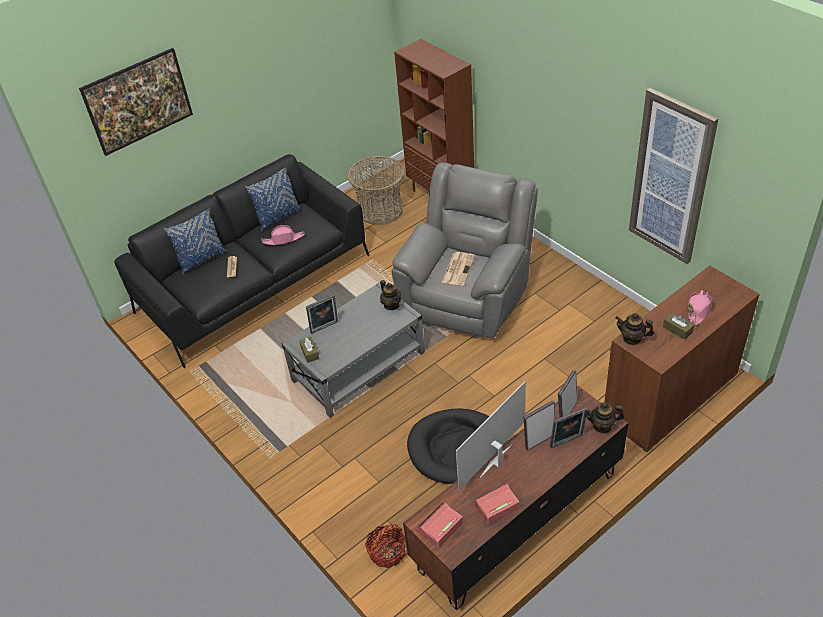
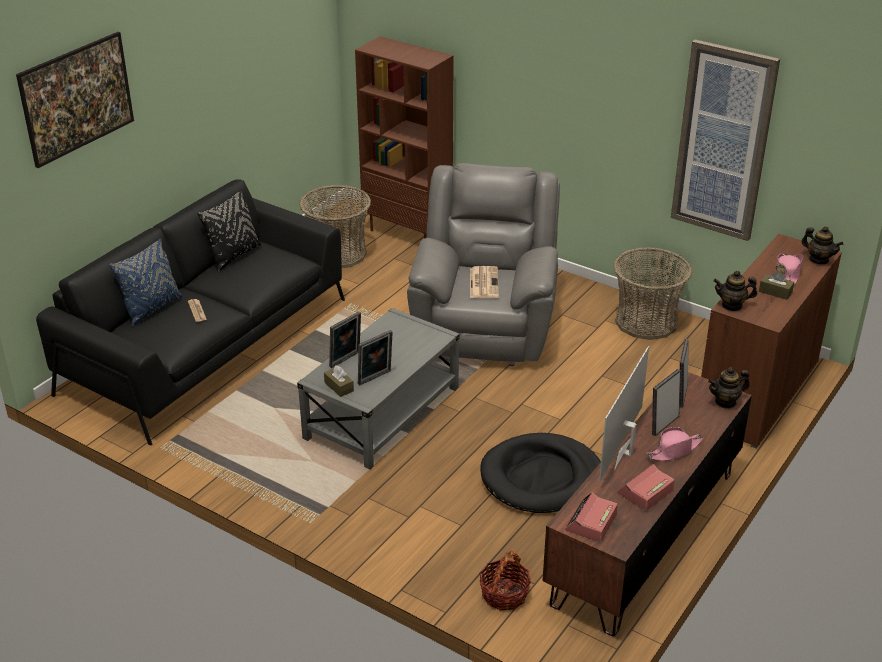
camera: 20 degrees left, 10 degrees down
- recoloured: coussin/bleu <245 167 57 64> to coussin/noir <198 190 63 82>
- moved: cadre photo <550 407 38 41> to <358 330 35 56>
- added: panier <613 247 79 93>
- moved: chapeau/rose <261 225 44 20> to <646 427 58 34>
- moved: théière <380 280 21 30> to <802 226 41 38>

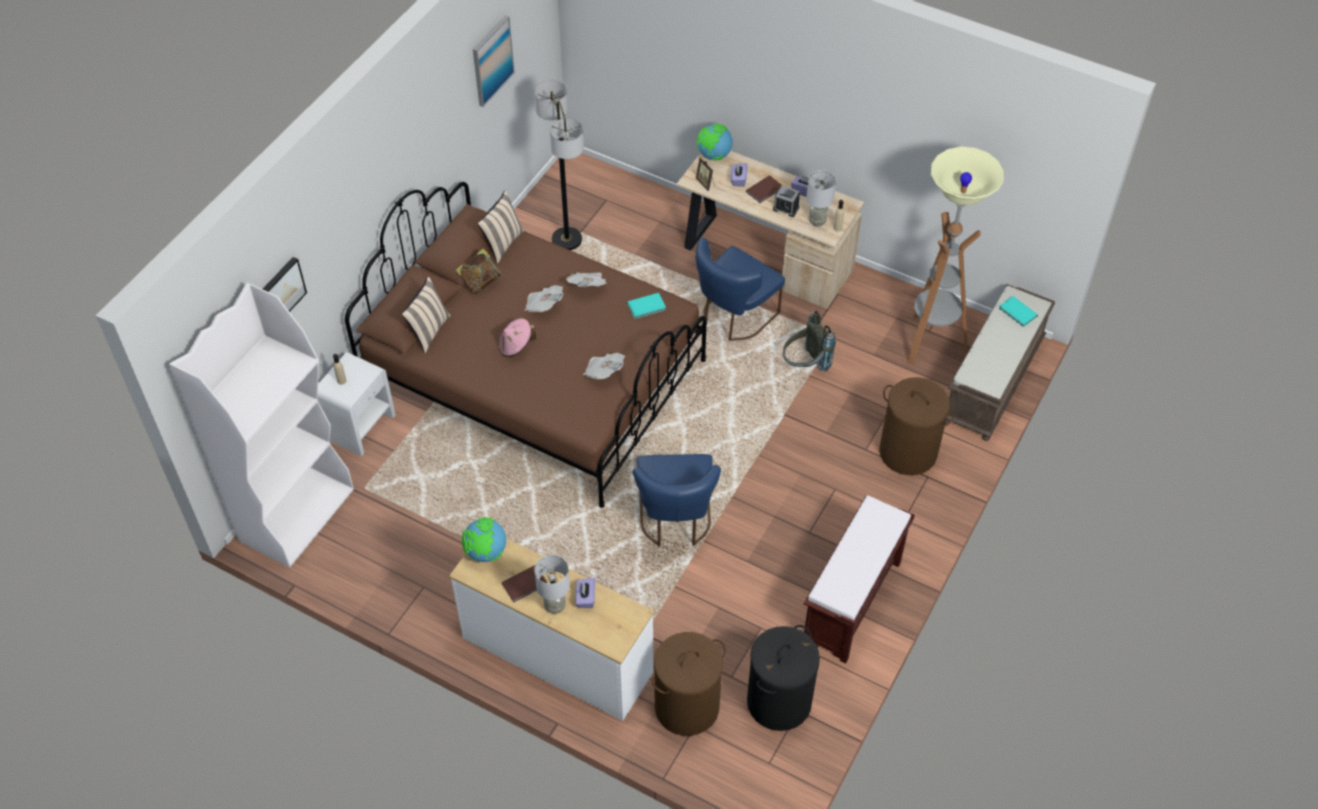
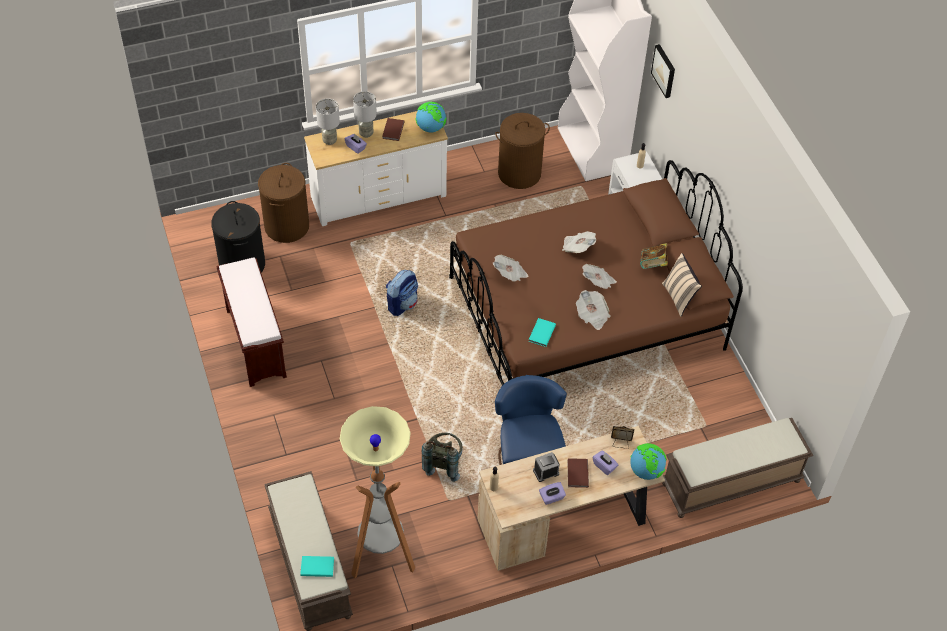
camera: 130 degrees right, 0 degrees up
- moved: lampe de table/gris <806 170 30 57> to <316 99 24 46>
- replaced: chaise/bleu <633 454 88 93> to sac à dos <386 270 32 46>
- moved: panier à linge/marron <879 377 75 98> to <495 113 55 76>
- replaced: chapeau/rose <499 319 37 38> to journal <562 231 34 22>
- added: banc/marron <662 418 151 100>
- removed: coussin/beige <402 277 49 76>
- removed: tableau <473 15 42 92>
- removed: lampadaire <534 80 50 170>

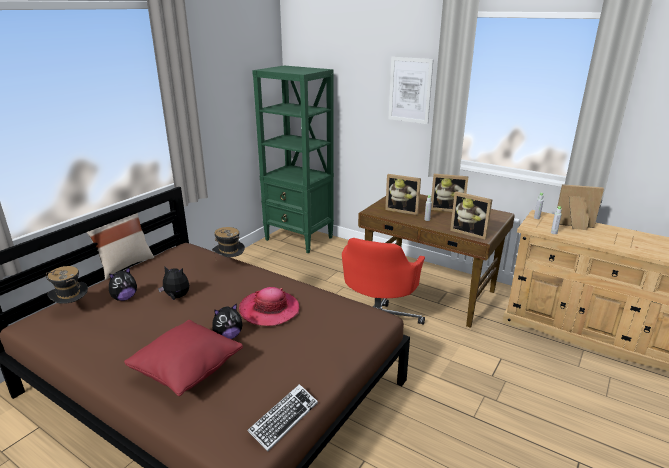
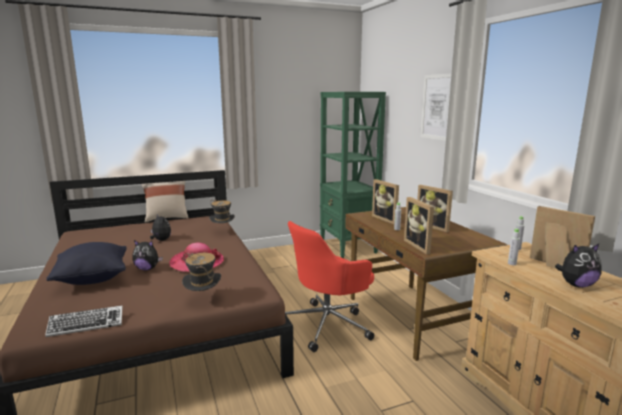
camera: 35 degrees right, 10 degrees down
- recoloured: coussin/rouge <124 320 119 76> to coussin/noir <46 242 81 43>
- moved: chapeau <46 266 42 38> to <182 253 39 39>
- moved: peluche <109 267 28 34> to <555 244 47 44>

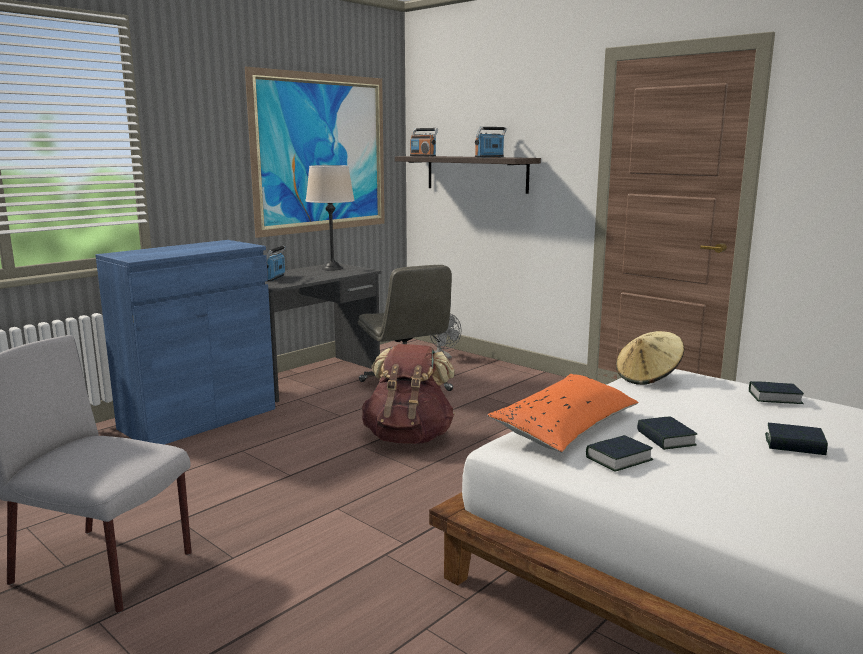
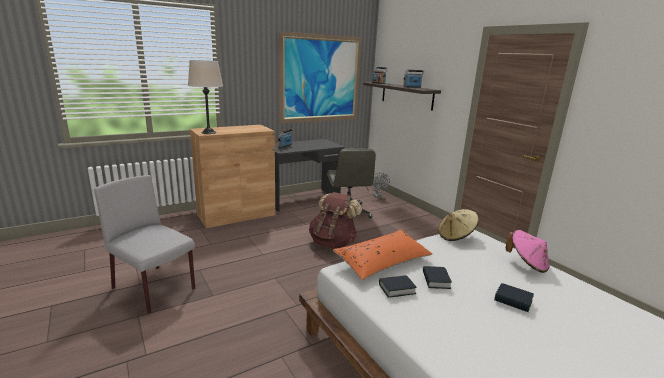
camera: 15 degrees right, 5 degrees up
- moved: lampe de table/beige <306 165 49 106> to <188 60 35 74>
- recoloured: meuble de rangement/bleu <96 240 179 205> to meuble de rangement/marron <190 125 85 103>
- replaced: livre <749 381 55 23> to chapeau/rose <506 230 43 43>

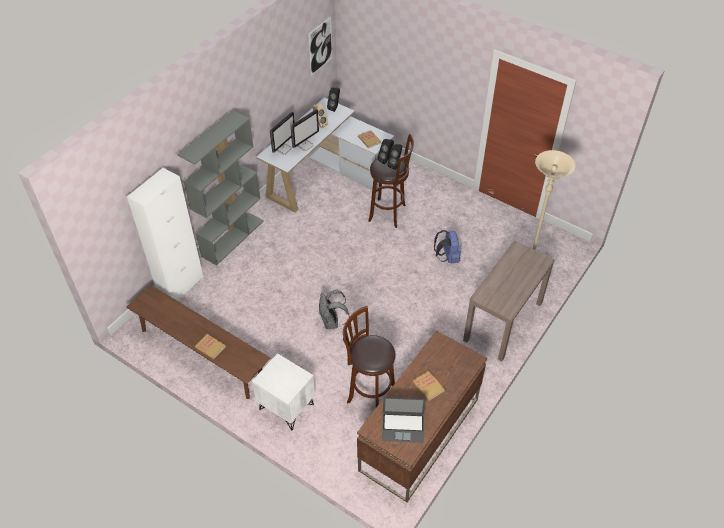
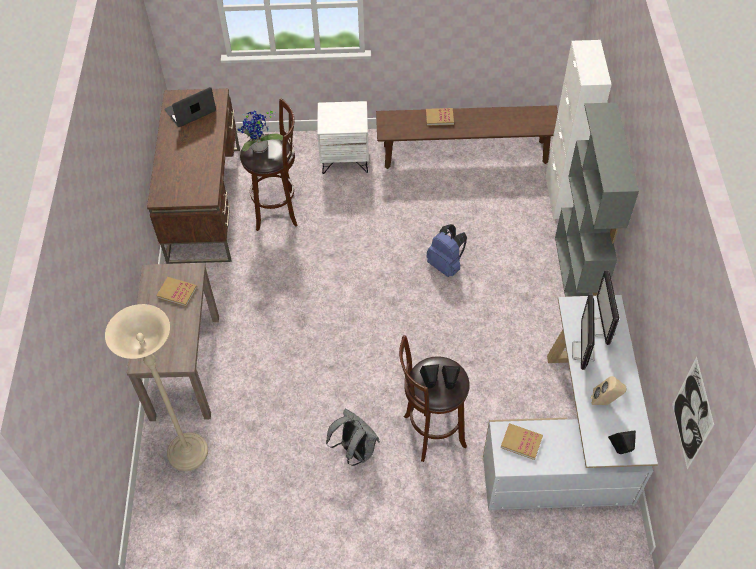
camera: 145 degrees right, 5 degrees up
- moved: livre <413 371 32 30> to <156 277 41 30>
- added: plante en pot <237 110 46 43>
- moved: sac à dos/gris <319 290 30 39> to <326 409 54 57>
- moved: sac à dos/bleu <434 230 27 33> to <426 224 41 53>

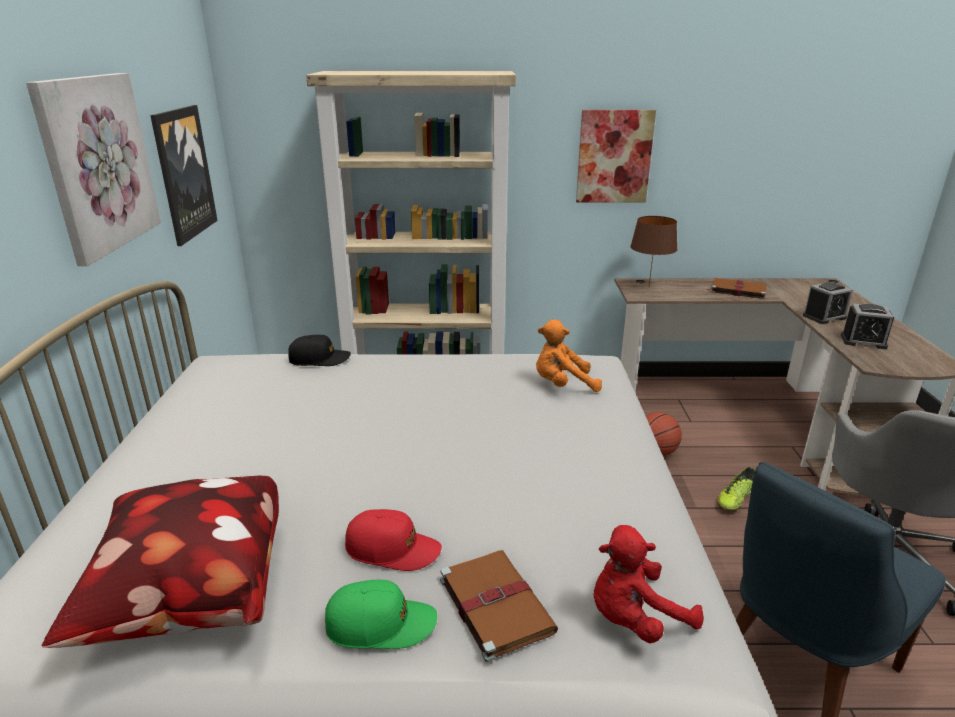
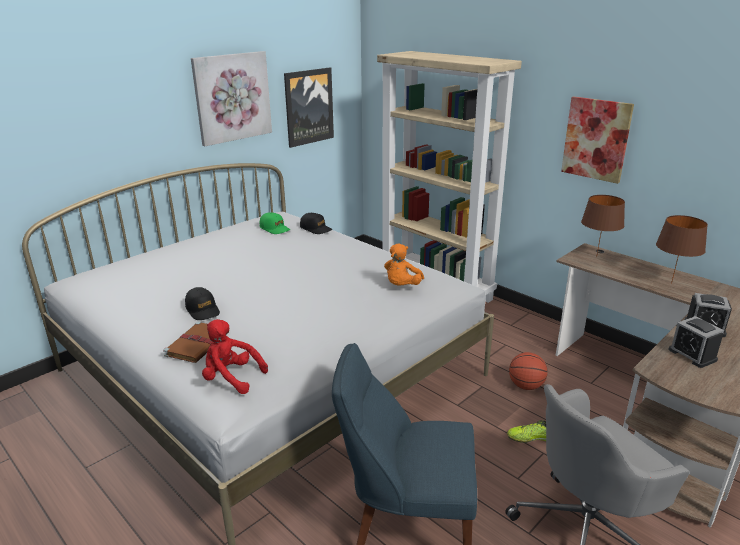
camera: 45 degrees right, 0 degrees up
- recoloured: casquette/rouge <345 509 97 62> to casquette/noir <185 287 35 33>
- moved: casquette/vert <325 580 112 69> to <260 212 30 22>
- turned: peluche/orange <536 320 66 72> = <384 243 40 43> 105 degrees counterclockwise
- replaced: livre/marron <708 278 59 22> to lampe de table/marron <656 215 52 69>
- removed: coussin <42 476 237 172>

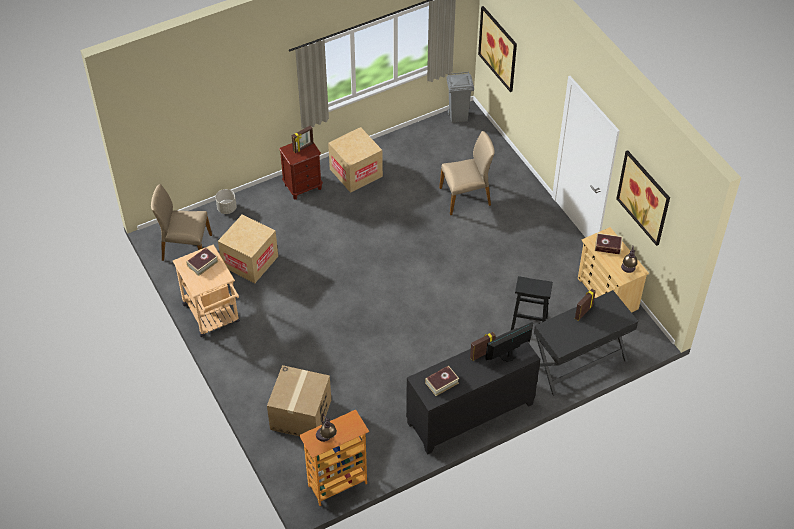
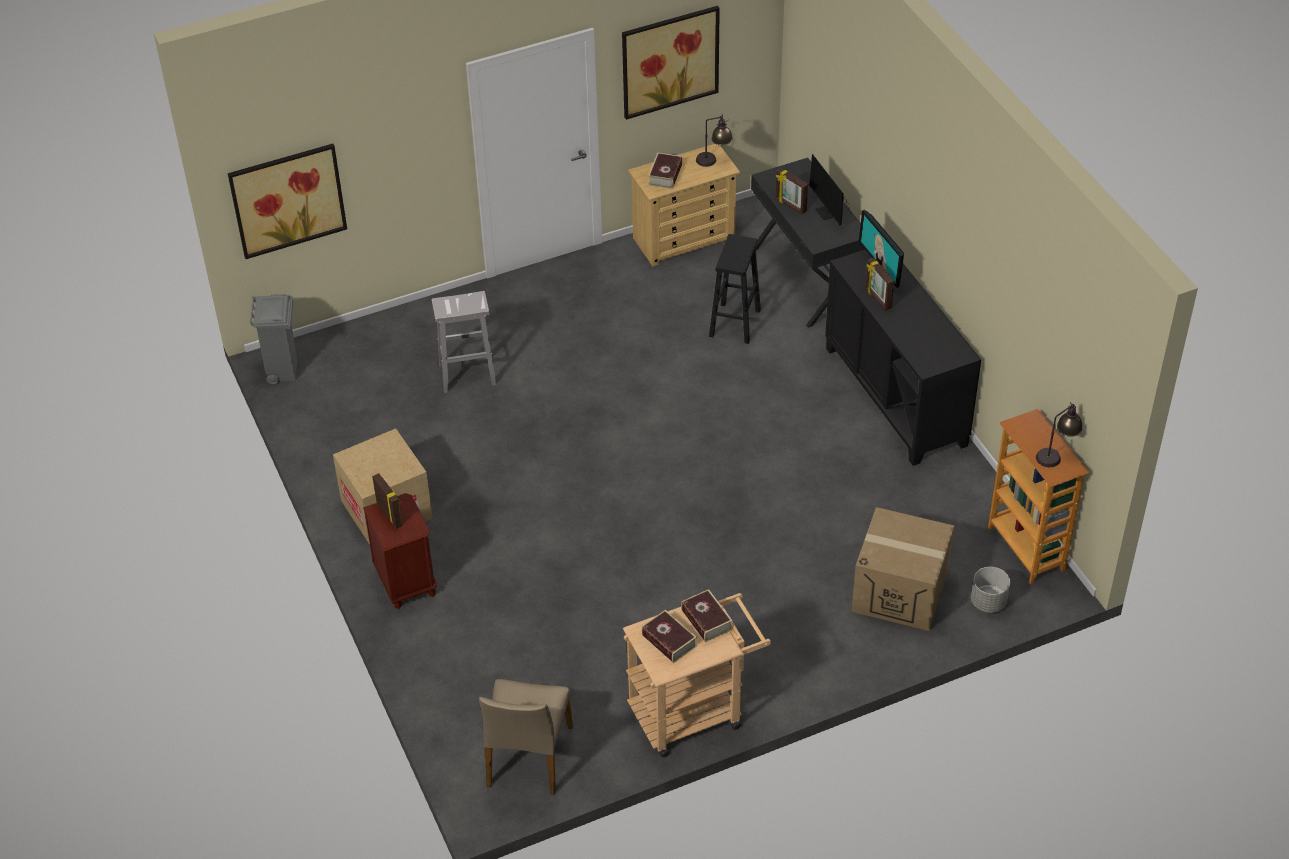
camera: 85 degrees left, 5 degrees down
- replaced: chaise/beige <439 131 56 84> to tabouret/blanc <432 291 65 102>
- moved: livre <425 366 34 30> to <681 589 51 53>
- added: écran d'ordinateur <809 154 41 71>
- moved: cache-pot/gris <215 189 22 25> to <971 567 39 46>
- removed: carton <218 214 60 69>

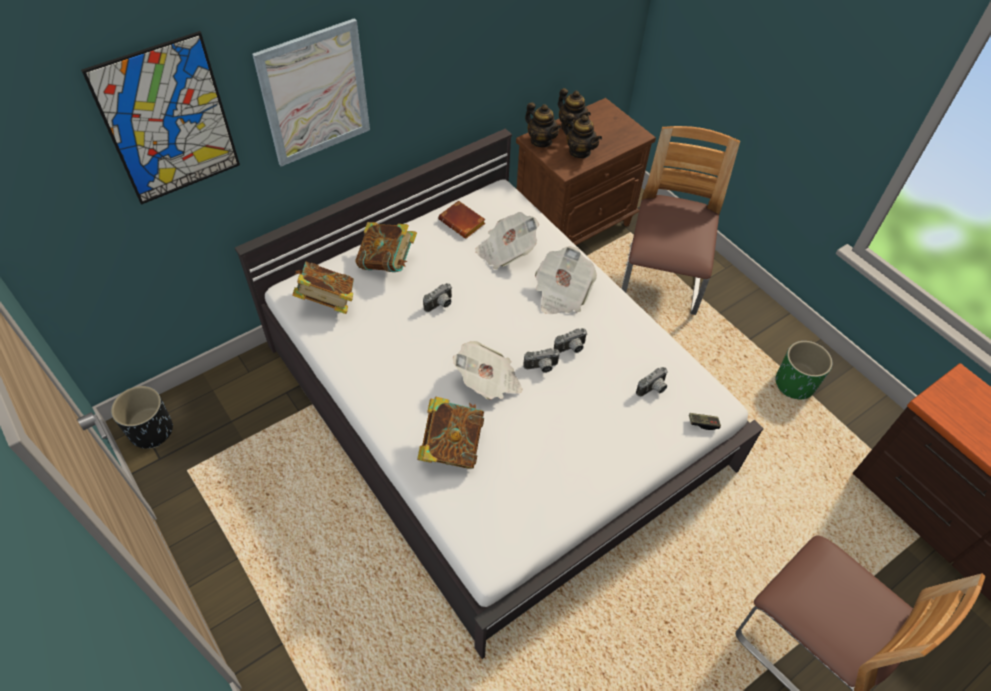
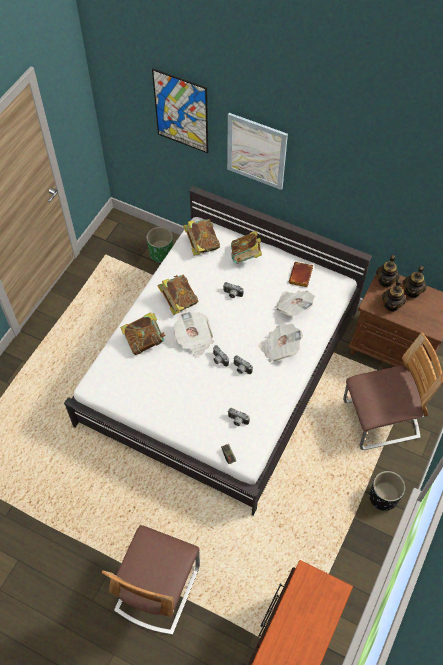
camera: 65 degrees right, 5 degrees up
- moved: cache-pot/vert <776 341 56 58> to <147 227 26 36>
- added: livre <157 275 42 40>
- moved: cache-pot/noir <111 386 62 63> to <369 471 36 40>

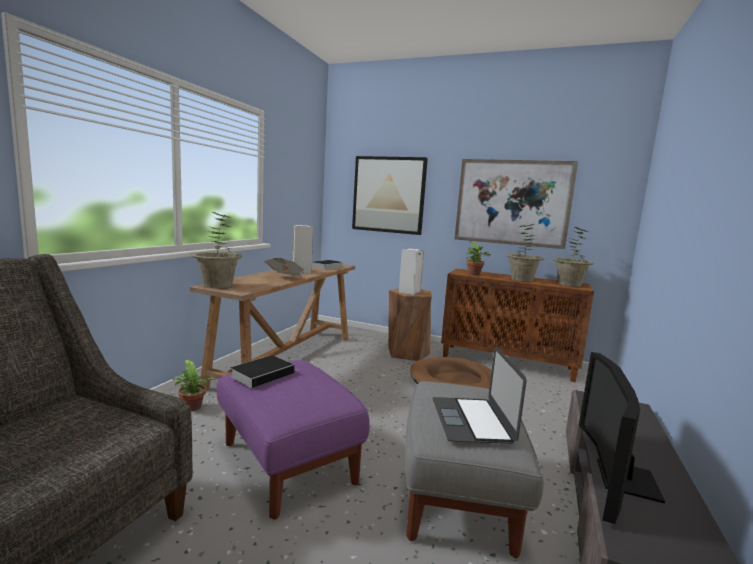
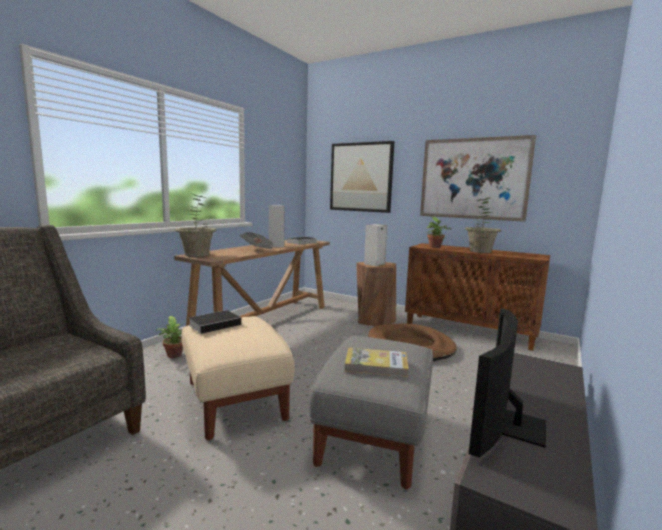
camera: 10 degrees right, 0 degrees up
- recoloured: pouf/violet <217 360 153 160> to pouf/beige <181 316 114 124>
- replaced: ordinateur portable <432 346 95 98> to livre <345 348 64 29>
- removed: plante en pot <553 227 41 60>

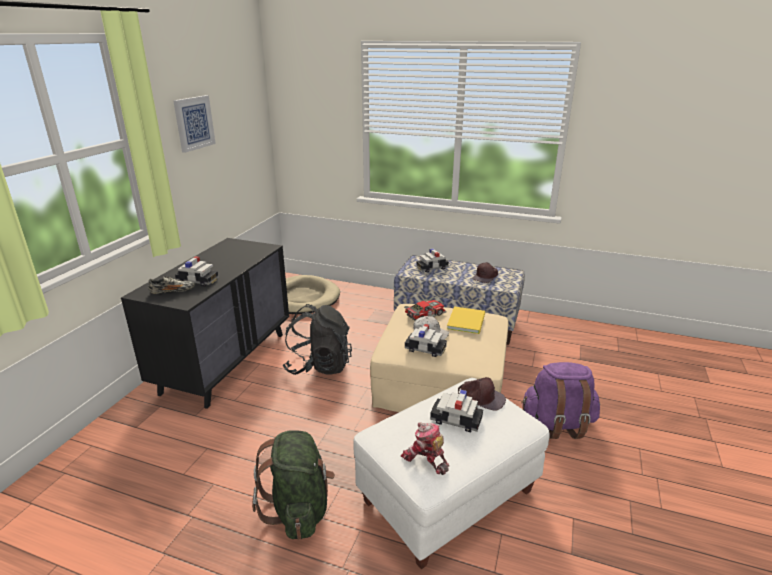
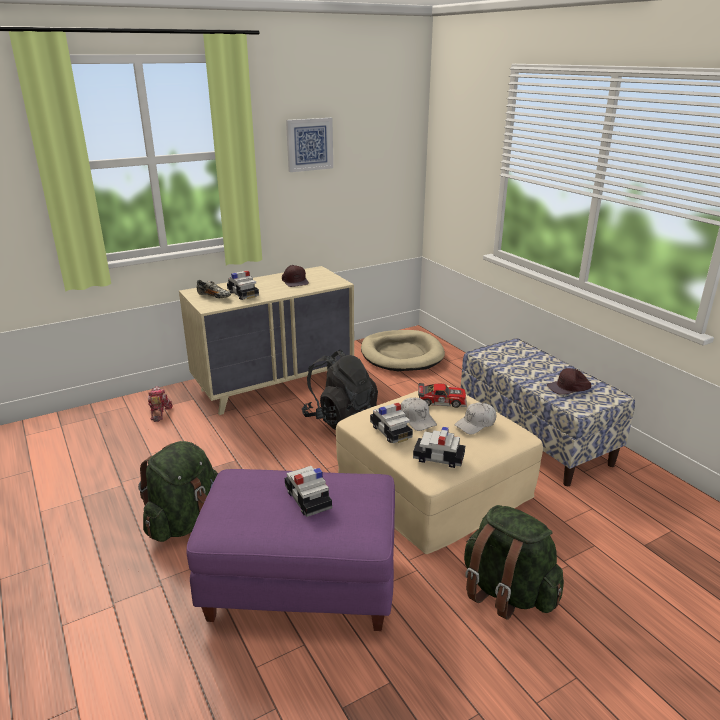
camera: 40 degrees right, 0 degrees up
- moved: robot jouet <401 422 48 53> to <148 386 25 36>
- recoloured: commode/noir <121 238 168 171> to commode/beige <179 266 175 149>
- recoloured: pouf/blanc <353 378 197 191> to pouf/violet <186 469 209 162>
- moved: casquette/marron <458 377 48 34> to <282 265 27 22>
- moved: petite voiture <416 248 33 24> to <413 427 52 41>
- replaced: livre/jaune <447 307 38 27> to casquette/blanc <454 402 42 33>
- recoloured: sac à dos/violet <521 362 79 77> to sac à dos/vert <464 505 100 115>

